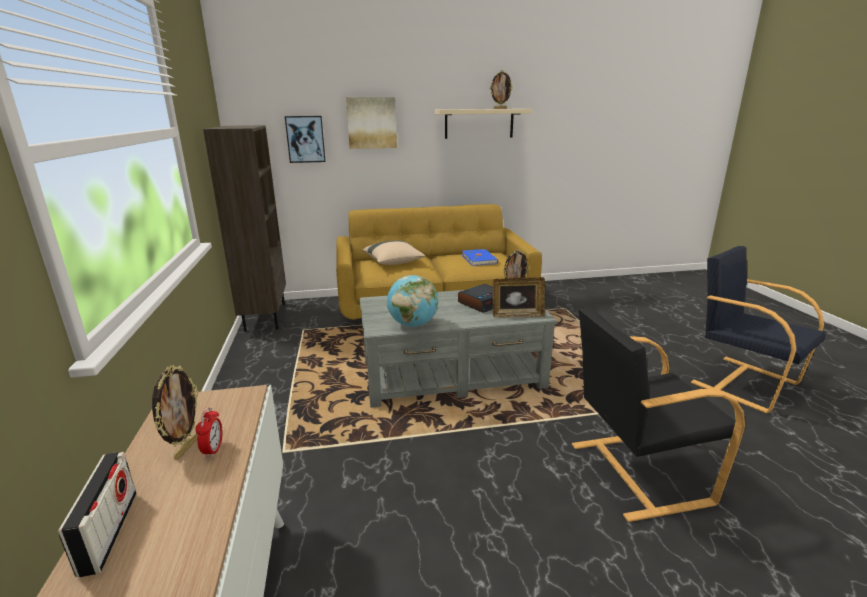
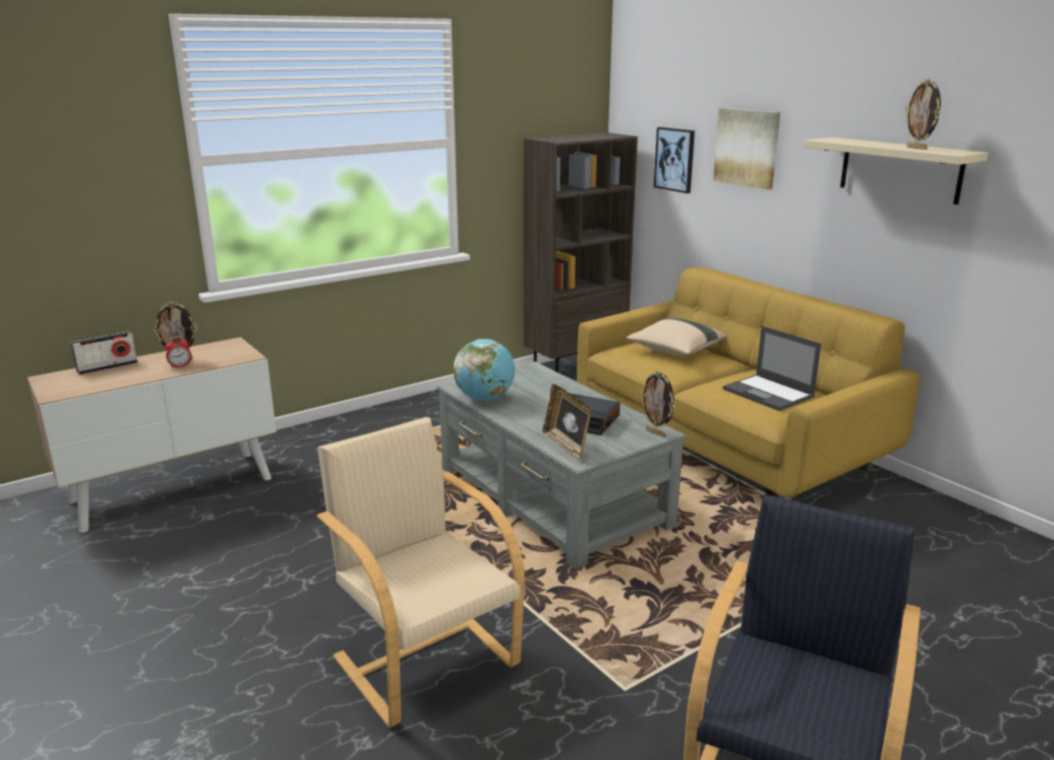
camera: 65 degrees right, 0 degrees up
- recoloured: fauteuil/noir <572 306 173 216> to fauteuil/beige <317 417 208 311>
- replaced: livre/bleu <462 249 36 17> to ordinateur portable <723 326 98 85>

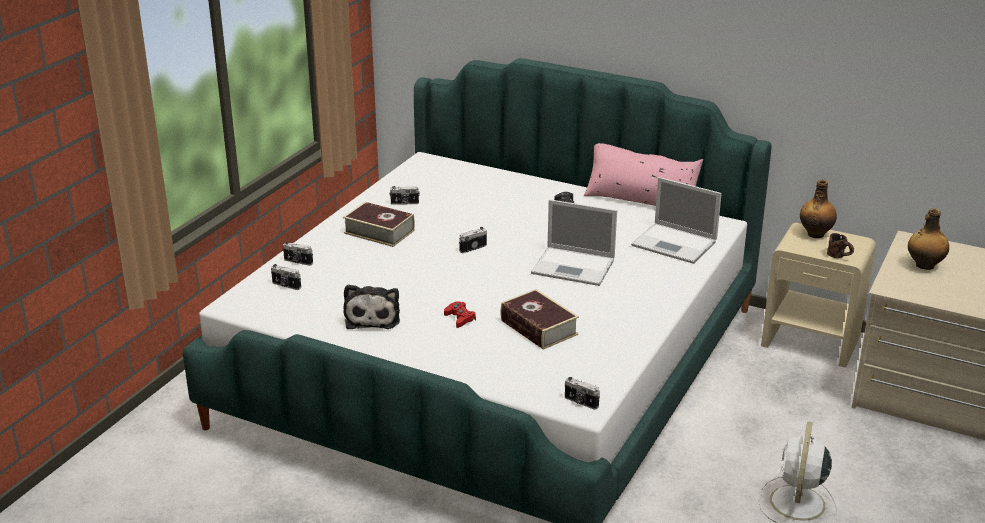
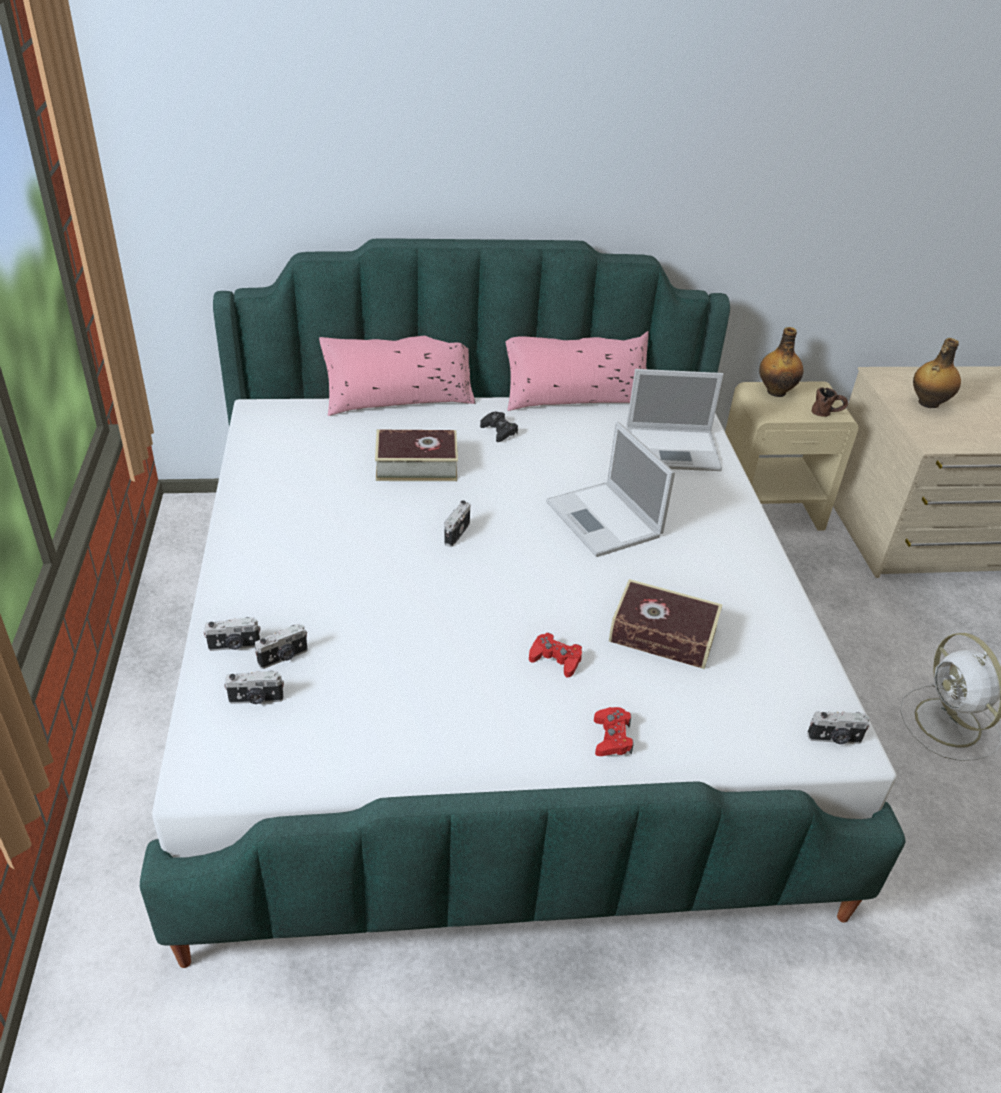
camera: 35 degrees left, 10 degrees up
- moved: appareil photo <389 186 31 18> to <254 624 54 45>
- added: coussin/rose <319 336 156 80>
- moved: livre <343 202 72 45> to <375 430 83 51>
- turned: ordinateur portable <531 199 86 87> = <546 422 129 135> 75 degrees clockwise
- added: manette/rouge <594 707 40 49>
- removed: peluche <344 284 56 45>

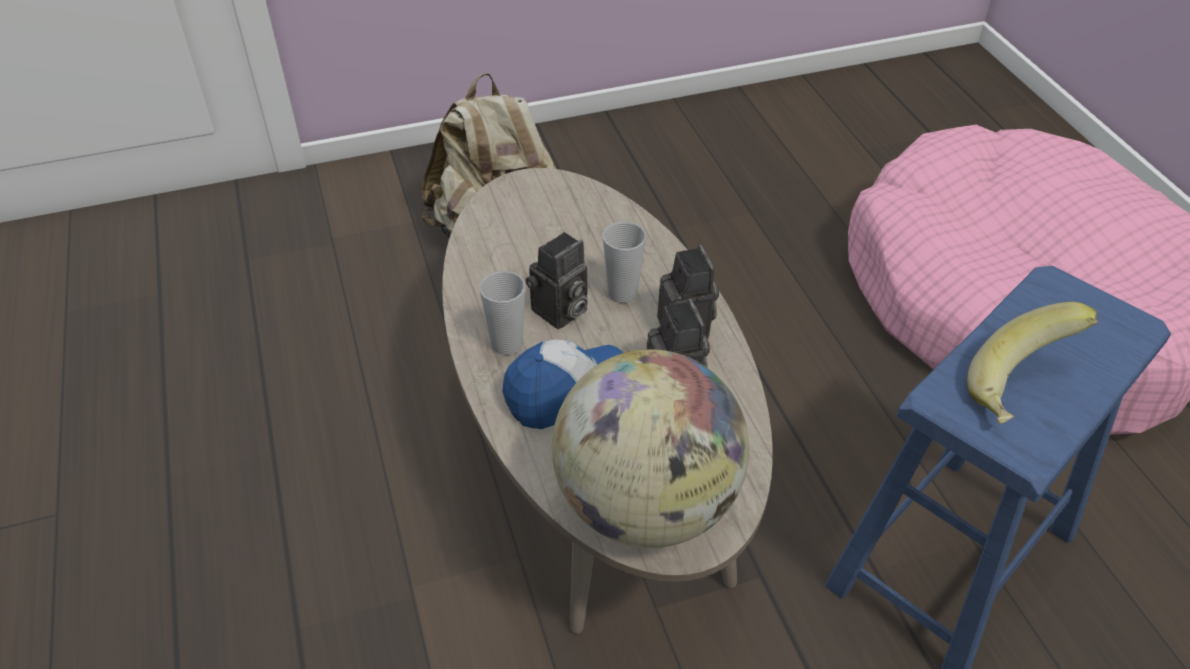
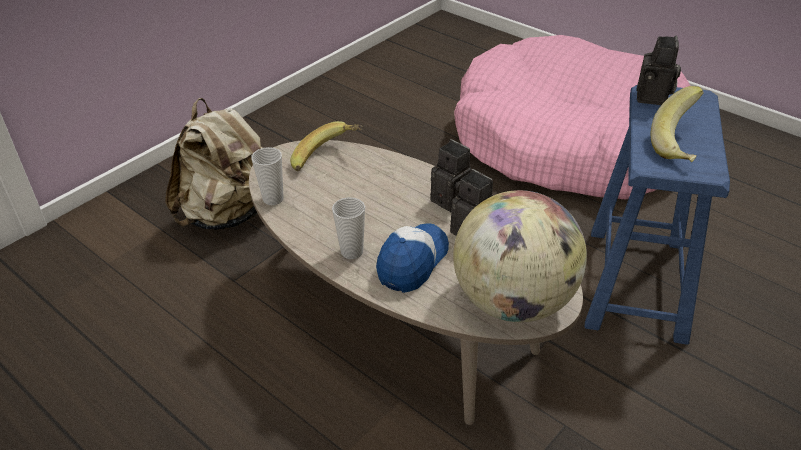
camera: 30 degrees left, 5 degrees down
- moved: tasse <603 222 43 81> to <251 147 33 58>
- added: banane <290 121 73 50>
- moved: appareil photo <526 232 62 97> to <636 35 45 70>

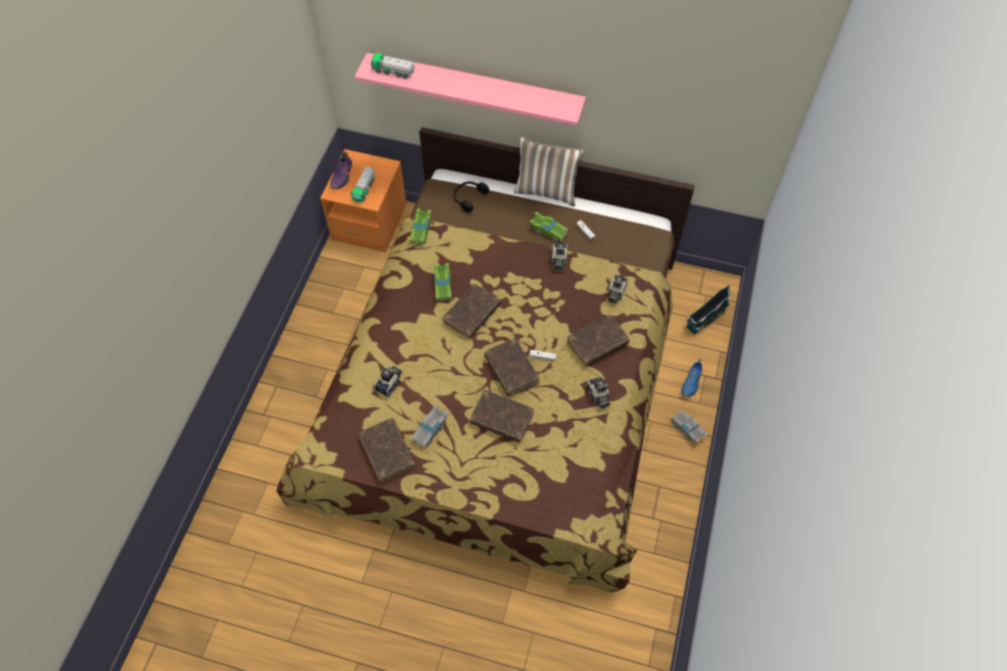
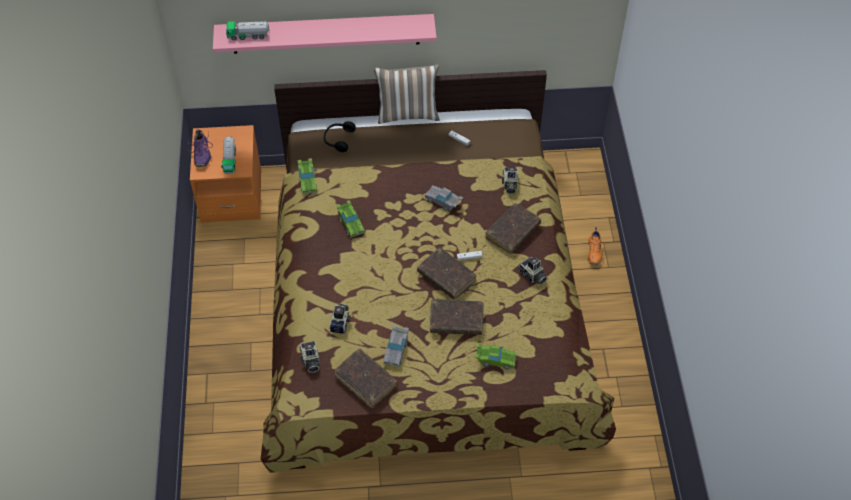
camera: 20 degrees left, 5 degrees down
- moved: appareil photo <550 243 18 28> to <299 341 21 32>
- moved: petite voiture/gris <671 410 37 32> to <424 185 39 26>
- moved: petite voiture/vert <529 212 39 30> to <475 343 41 27>
- recoloured: chaussure/bleu <681 358 21 39> to chaussure/orange <587 227 16 38>
- removed: livre/marron <443 284 58 55>
- removed: maison miniature <686 285 45 49>

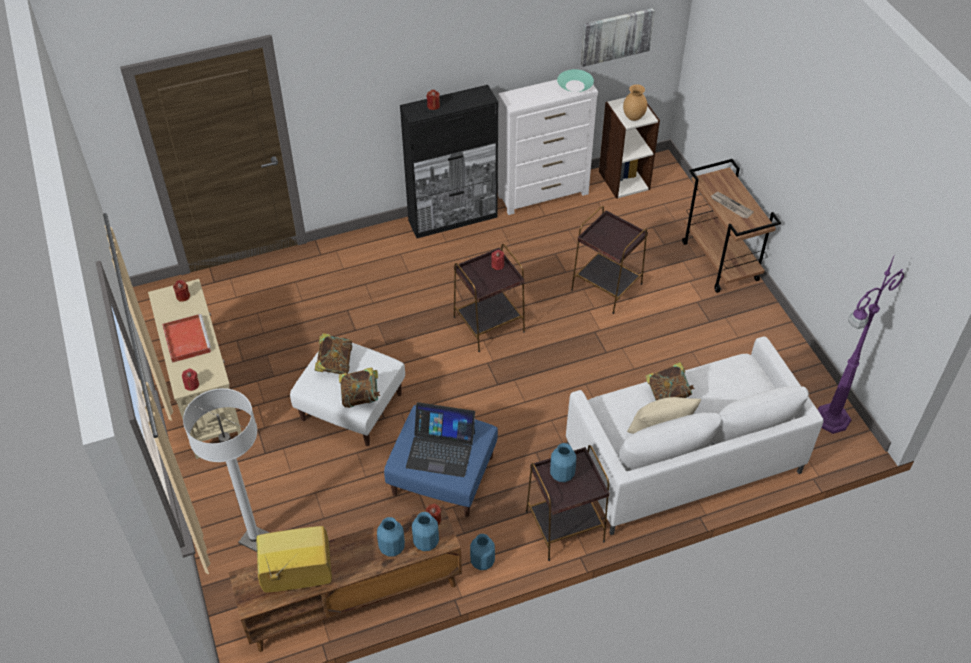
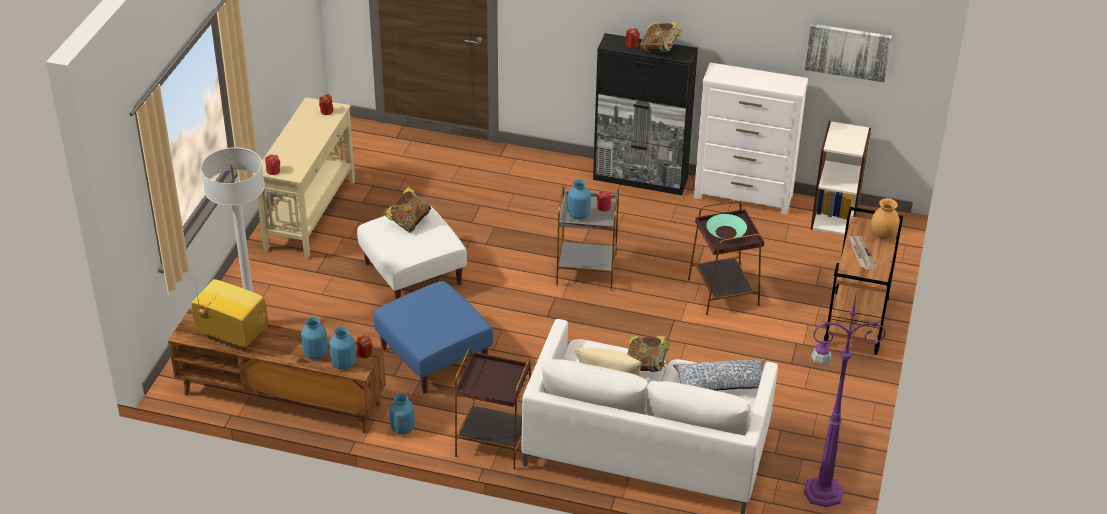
camera: 35 degrees right, 10 degrees down
- recoloured: table d'appoint/marron <454 244 71 108> to table d'appoint/gris <556 185 63 106>
- moved: vase/bleu <550 443 26 39> to <568 179 23 40>
- moved: livre <339 367 42 41> to <640 22 43 30>
- added: coussin <673 358 91 33>
- moved: bol/turquoise <557 69 37 23> to <706 214 41 25>
- moved: vase/marron <623 84 24 37> to <871 198 28 42>
- removed: plateau/rouge <162 314 49 49>
- removed: ordinateur portable <406 402 69 75>

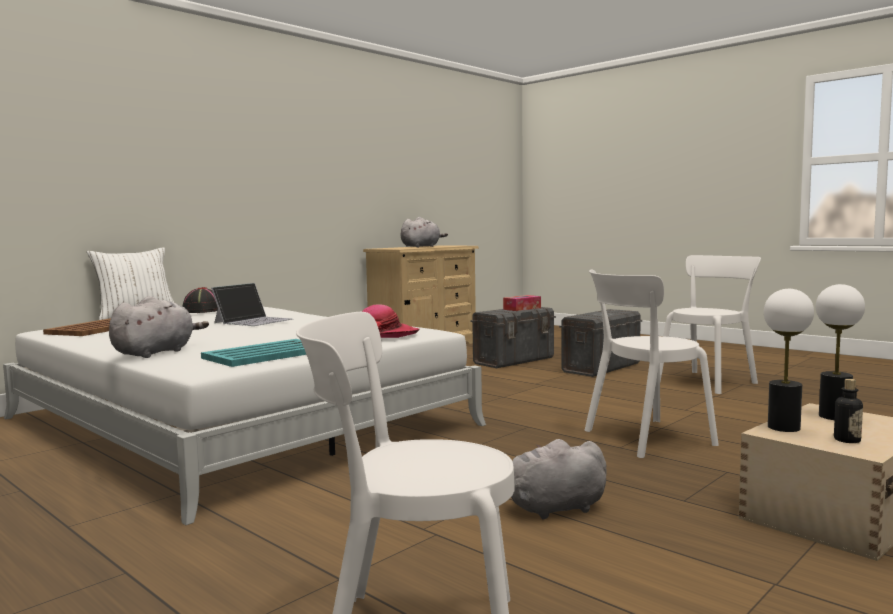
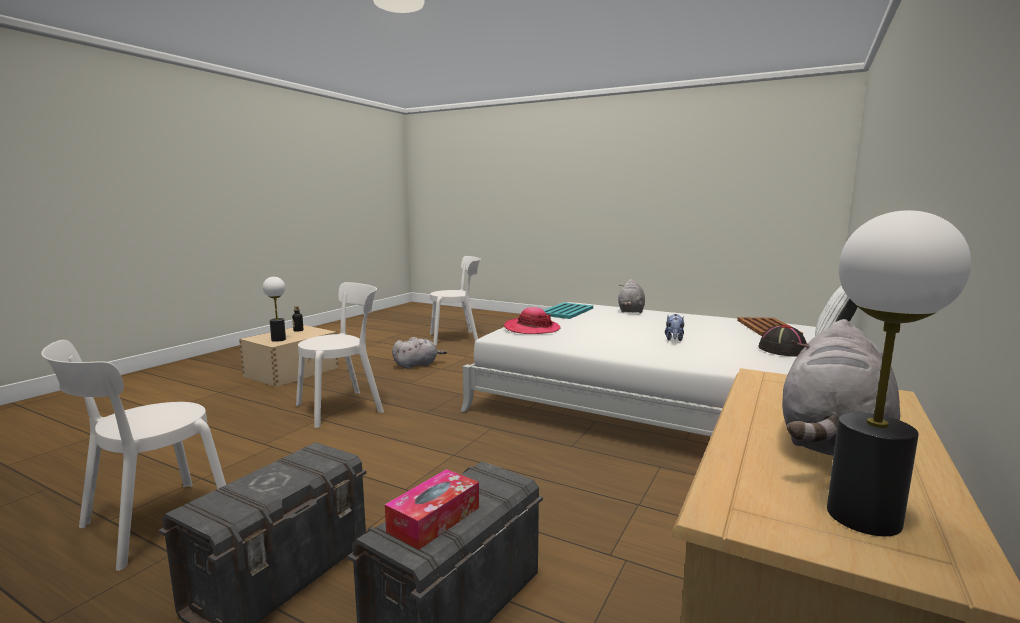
camera: 165 degrees right, 5 degrees up
- replaced: ordinateur portable <211 283 82 43> to peluche <665 314 19 27>
- moved: lampe de table <764 289 50 143> to <827 210 144 326>

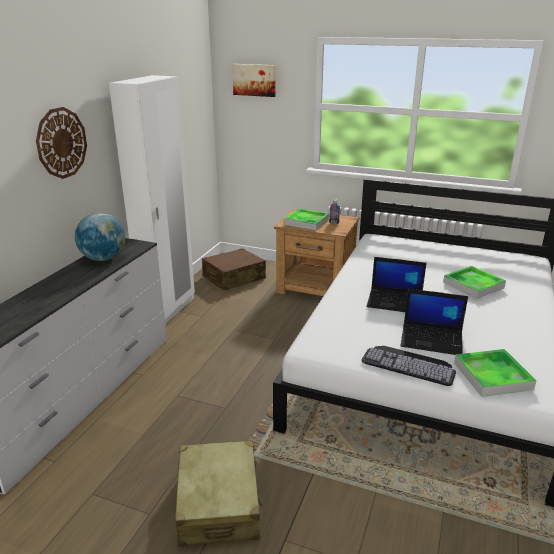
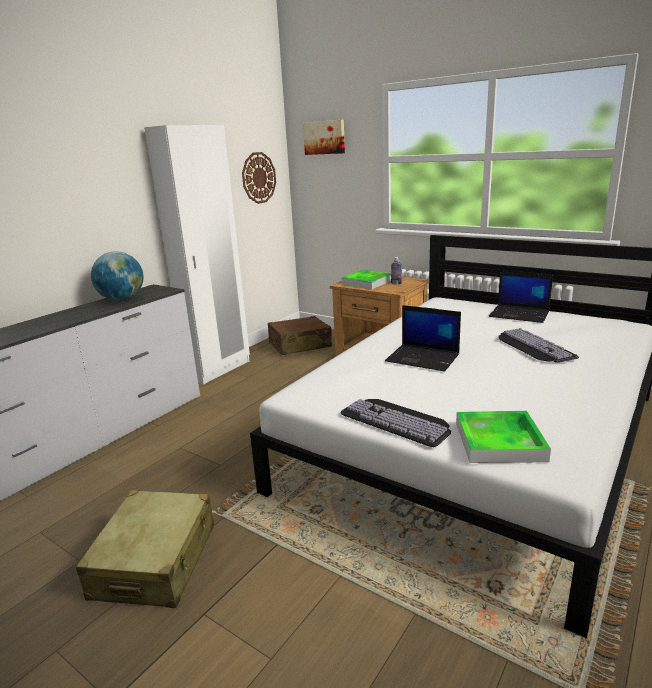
camera: 15 degrees right, 5 degrees down
- moved: horloge murale <36 107 51 72> to <242 152 34 52>
- moved: ordinateur portable <400 289 68 66> to <489 271 64 52>
- replaced: plateau <443 266 63 33> to clavier <498 328 81 35>

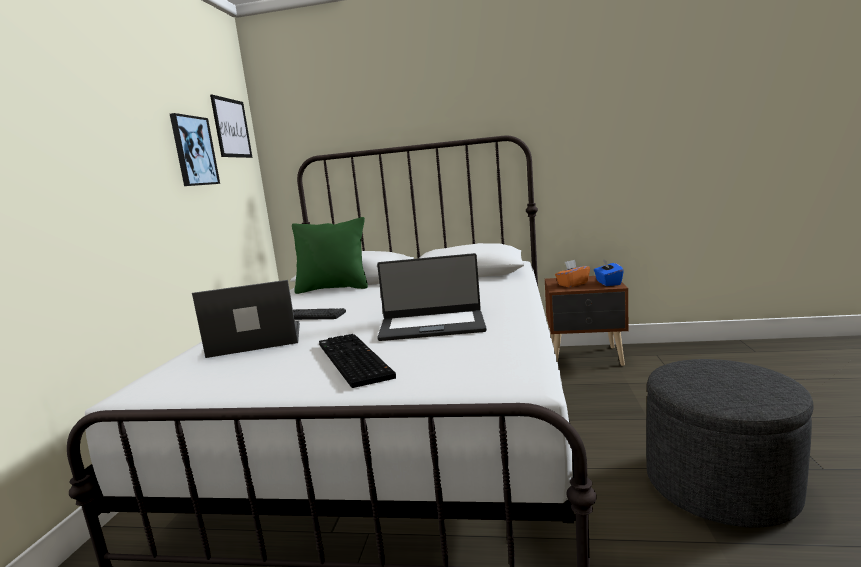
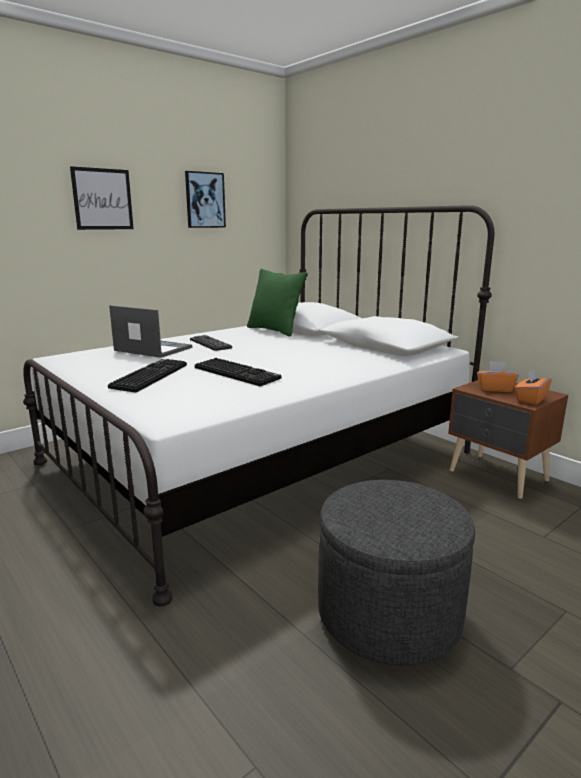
camera: 40 degrees right, 5 degrees up
- moved: tableau <210 95 43 63> to <70 166 64 64>
- replaced: ordinateur portable <377 253 110 88> to clavier <195 358 86 28>
- recoloured: boîte à mouchoirs/bleu <594 259 30 27> to boîte à mouchoirs/orange <515 369 37 36>

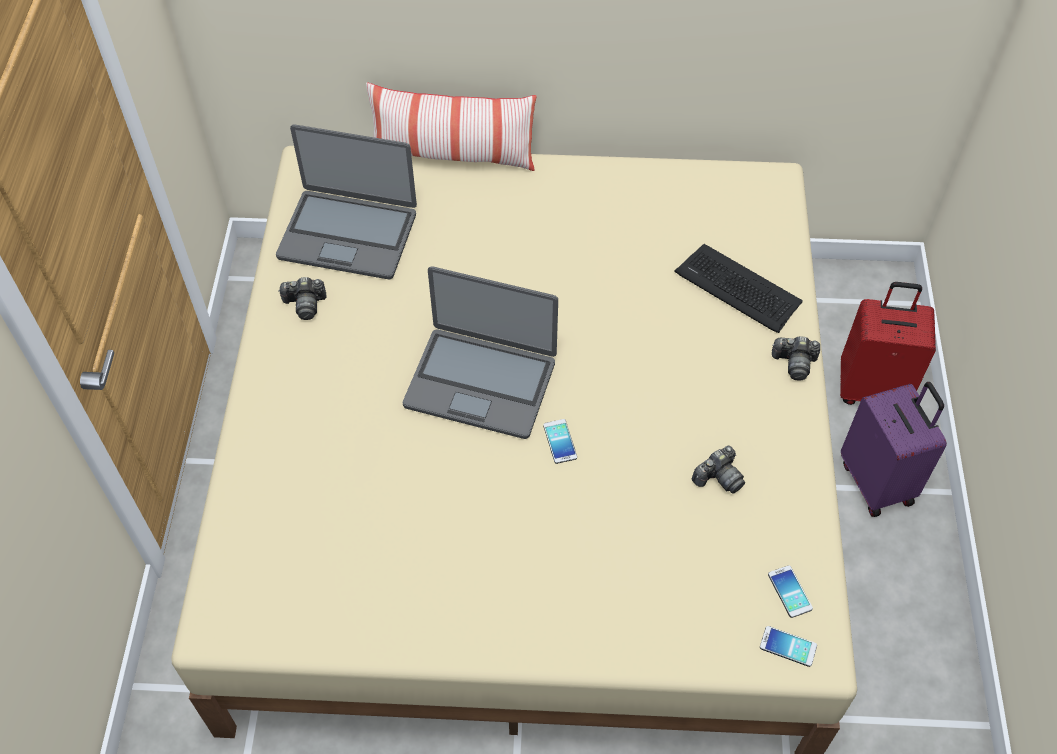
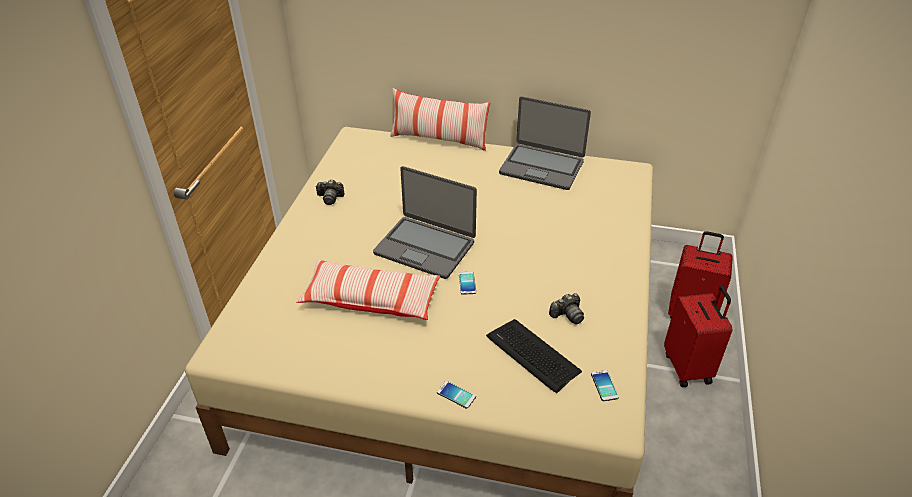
camera: 10 degrees right, 15 degrees down
- added: coussin <296 259 144 61>
- moved: téléphone <760 626 57 41> to <437 381 39 28>
- moved: clavier <674 244 129 89> to <486 319 96 74>
- moved: ordinateur portable <276 124 141 155> to <499 96 92 94>
- recoloured: valise/violet <841 382 106 135> to valise/rouge <664 286 68 101>
- removed: appareil photo <772 336 48 45>

